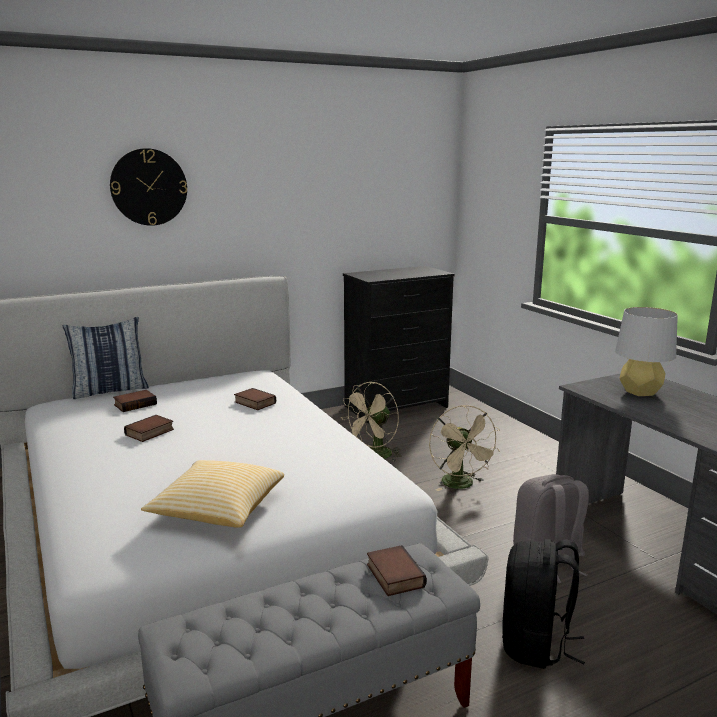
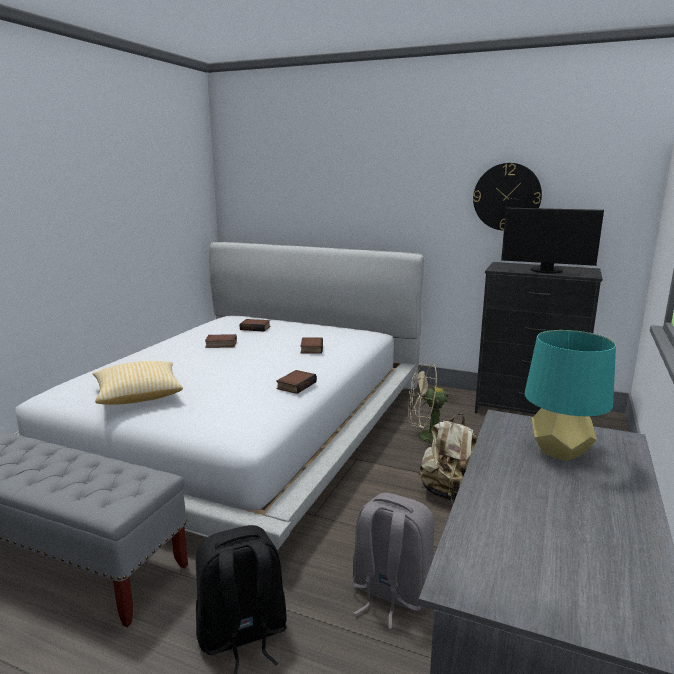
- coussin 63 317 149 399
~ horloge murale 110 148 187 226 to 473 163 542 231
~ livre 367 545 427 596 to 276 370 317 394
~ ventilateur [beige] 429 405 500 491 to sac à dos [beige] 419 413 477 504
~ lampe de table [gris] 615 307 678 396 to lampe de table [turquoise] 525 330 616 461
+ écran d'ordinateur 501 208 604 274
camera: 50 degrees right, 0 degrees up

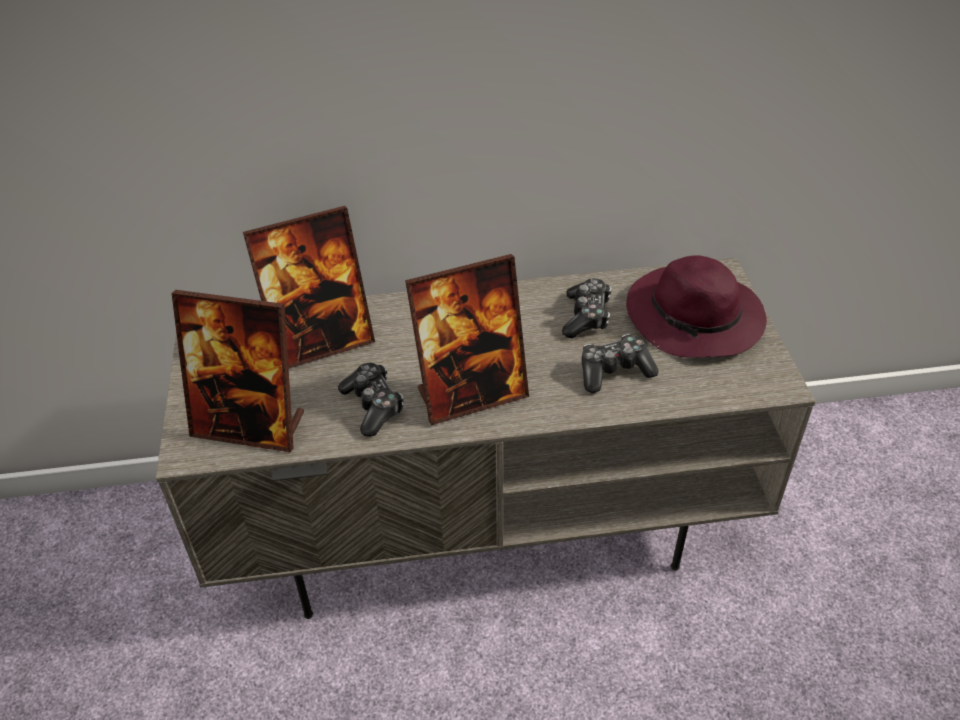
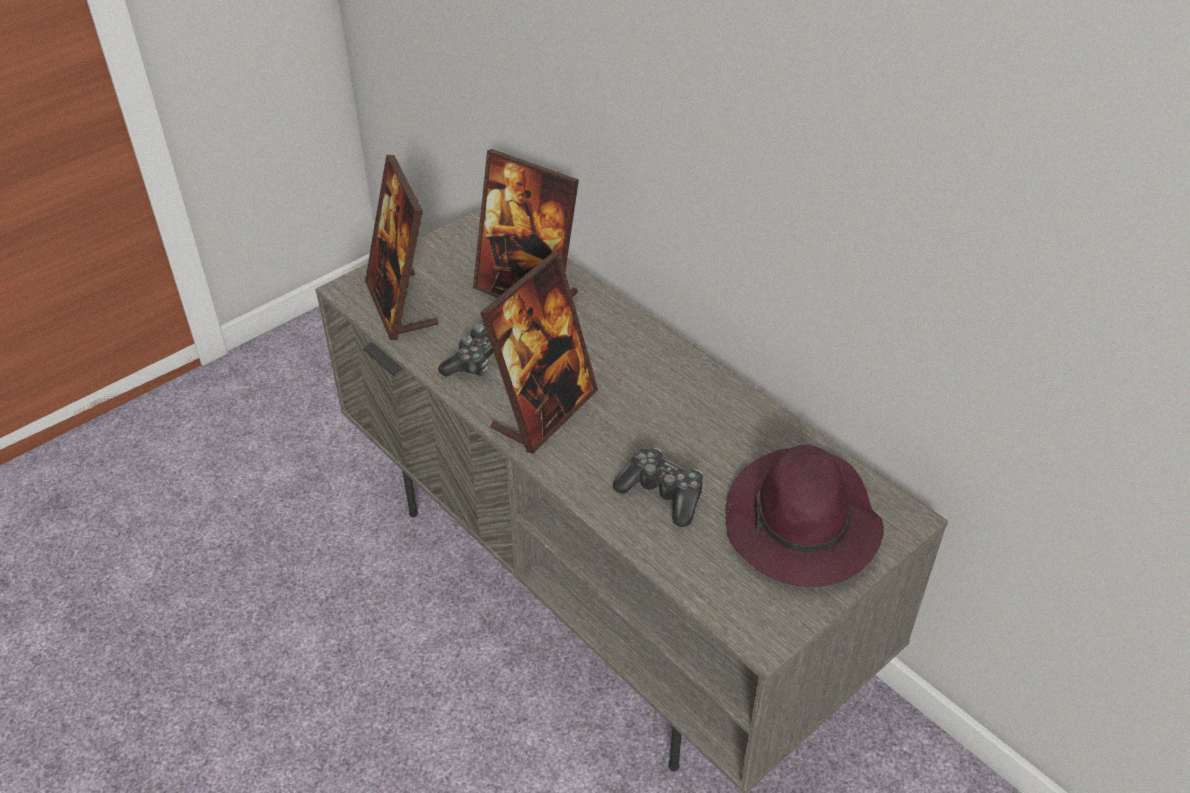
~ cadre photo 405 254 529 425 = 480 252 598 454 90 degrees counterclockwise
- manette 562 278 612 338
camera: 55 degrees right, 0 degrees up

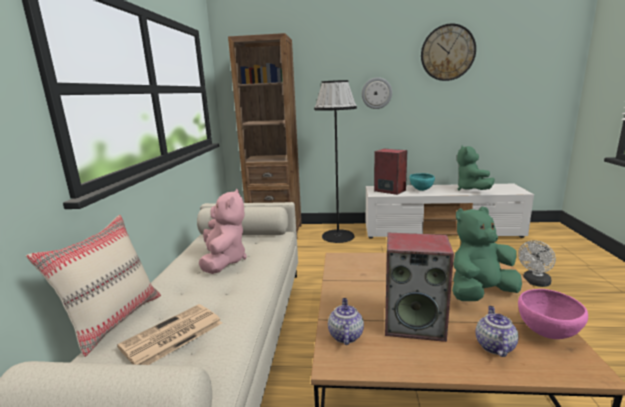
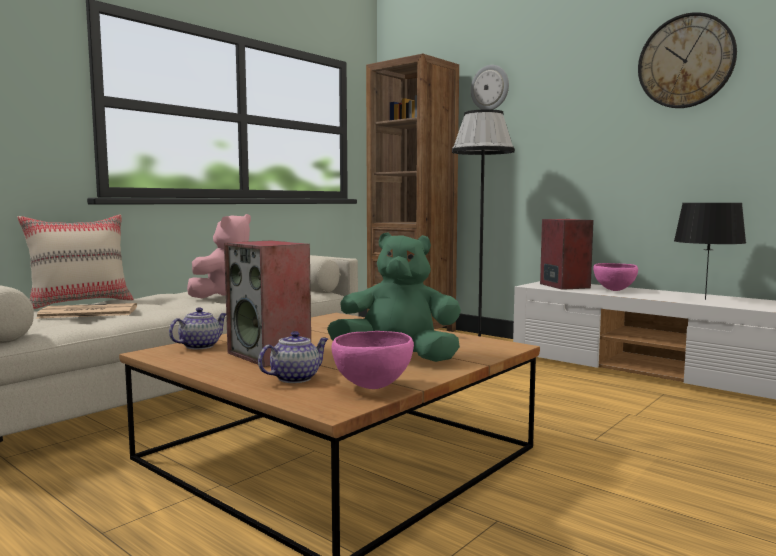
~ horloge murale 362 77 392 109 to 471 65 509 110
~ bol [turquoise] 409 173 435 191 to bol [rose] 593 263 638 291
~ peluche [vert] 457 146 495 191 to lampe de table [noir] 674 203 746 300
- ventilateur [blanc] 518 240 556 287
camera: 35 degrees right, 10 degrees down

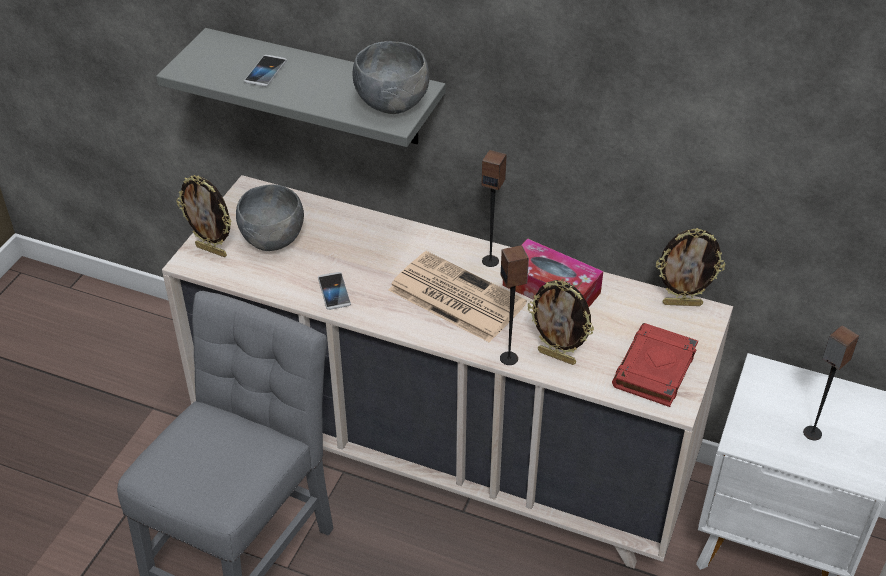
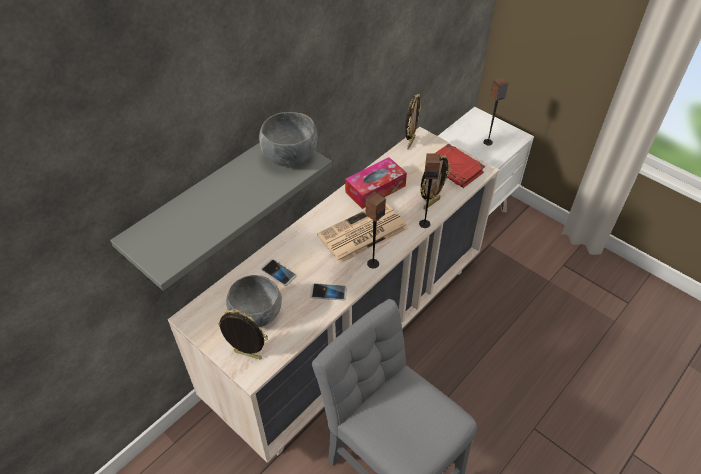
~ cadre photo 176 175 231 257 = 218 309 268 359 120 degrees counterclockwise
~ téléphone 244 55 287 87 to 261 259 297 286
~ enceinte 482 150 507 267 to 365 192 386 268
camera: 70 degrees left, 5 degrees up

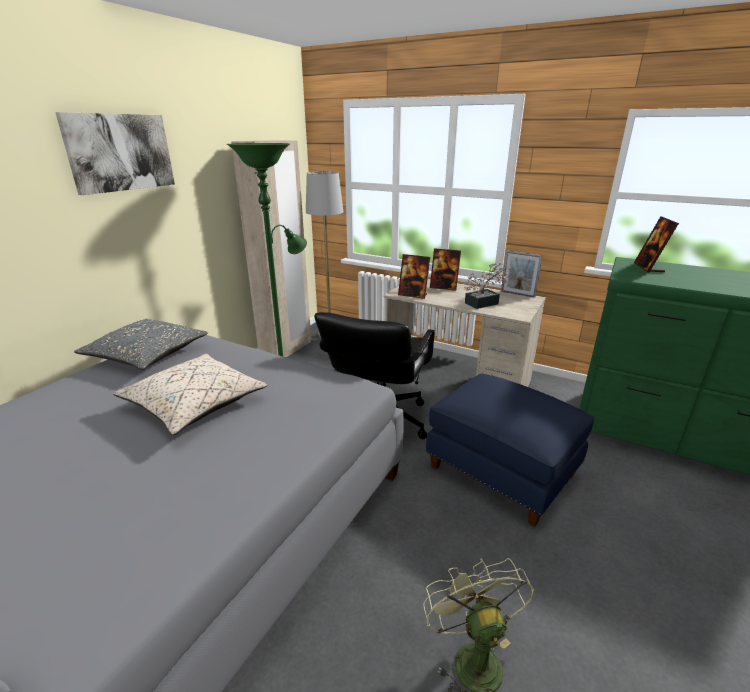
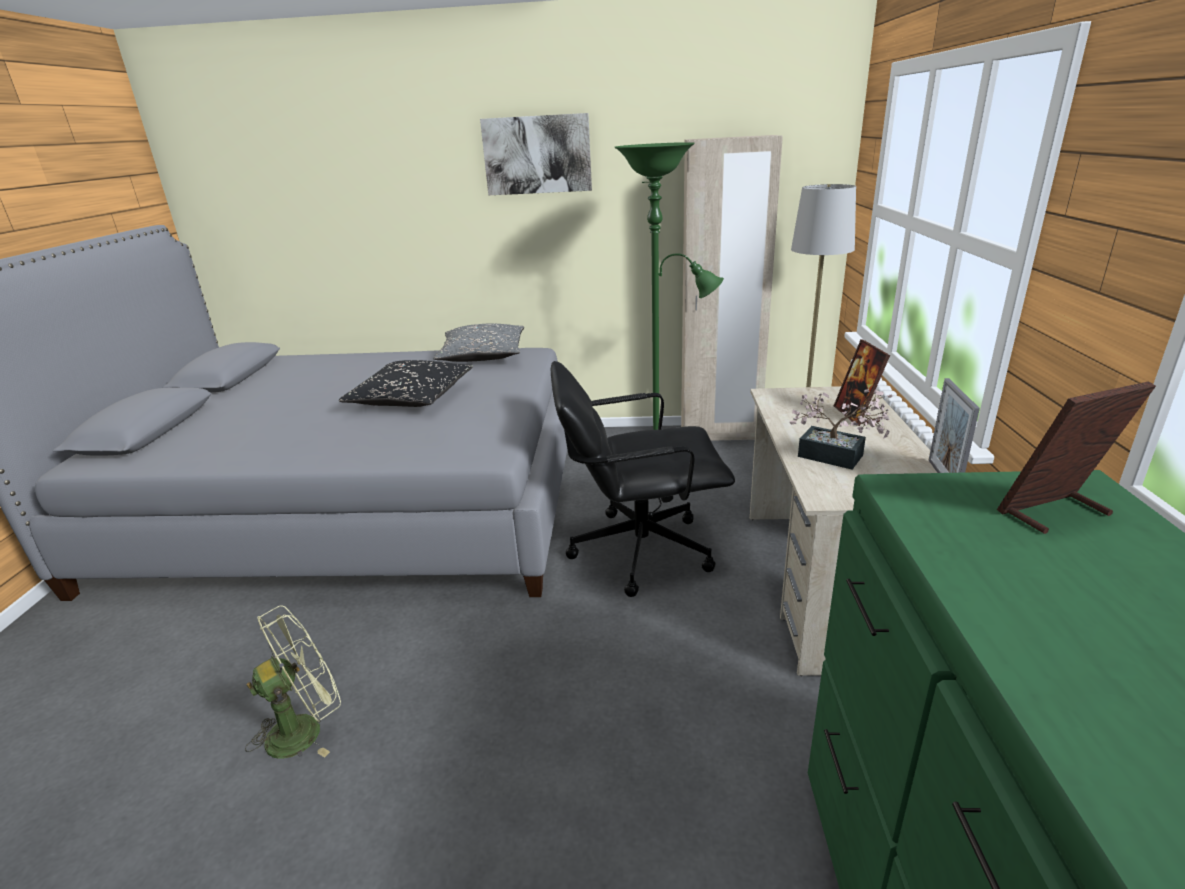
~ coussin [beige] 113 354 267 435 to coussin [noir] 339 360 473 407
- cadre photo 398 254 430 299
- pouf [bleu] 426 374 594 526
camera: 65 degrees right, 0 degrees up

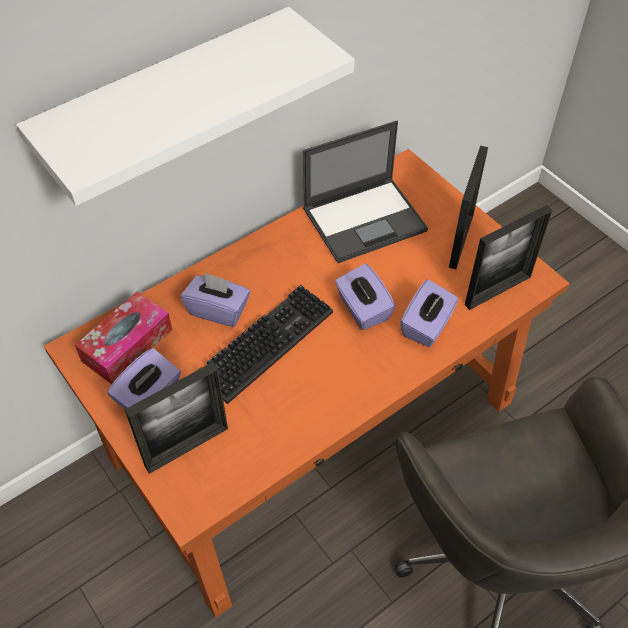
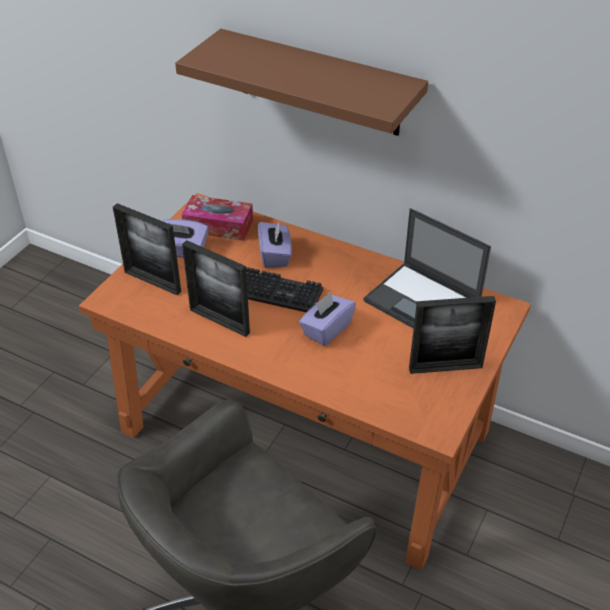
~ étagère [blanc] 16 7 355 206 to étagère [marron] 175 29 428 136
- boîte à mouchoirs [violet] 400 279 458 347
~ cadre photo 465 205 553 310 to 182 240 250 337
camera: 65 degrees right, 10 degrees down

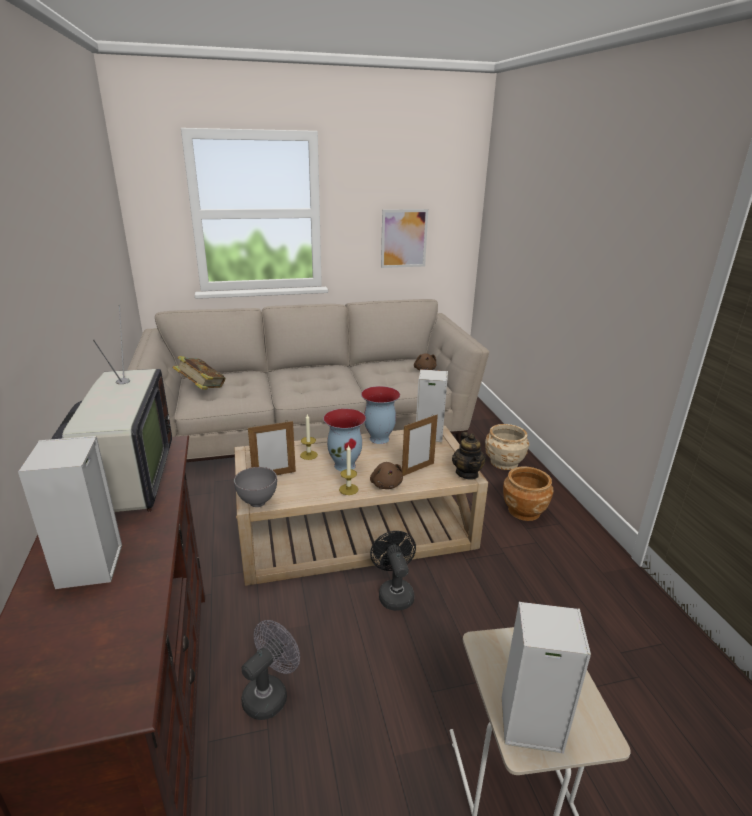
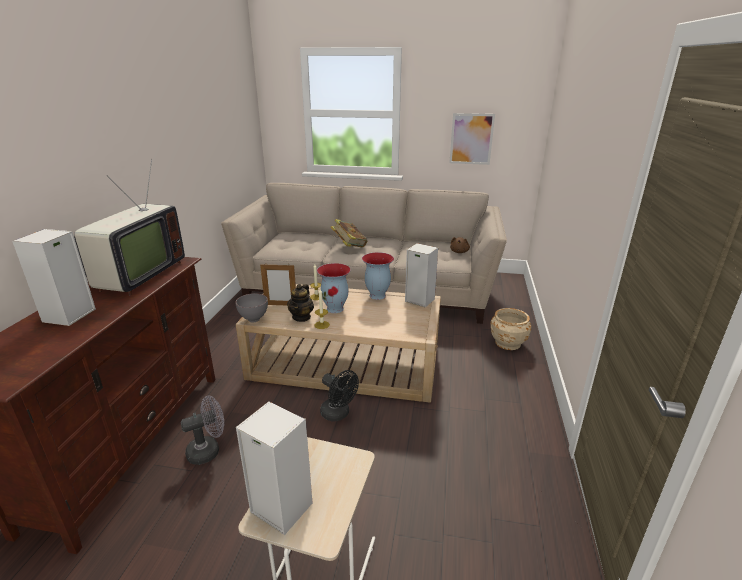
~ livre 172 356 226 390 to 331 219 368 247
- peluche [marron] 370 462 403 489
~ ventilateur [noir] 370 531 416 611 = 320 370 359 421 120 degrees clockwise
- cadre photo 402 415 438 476
~ théière 452 432 486 480 to 287 284 314 322
- cache-pot [marron] 503 467 554 521
camera: 25 degrees right, 0 degrees up

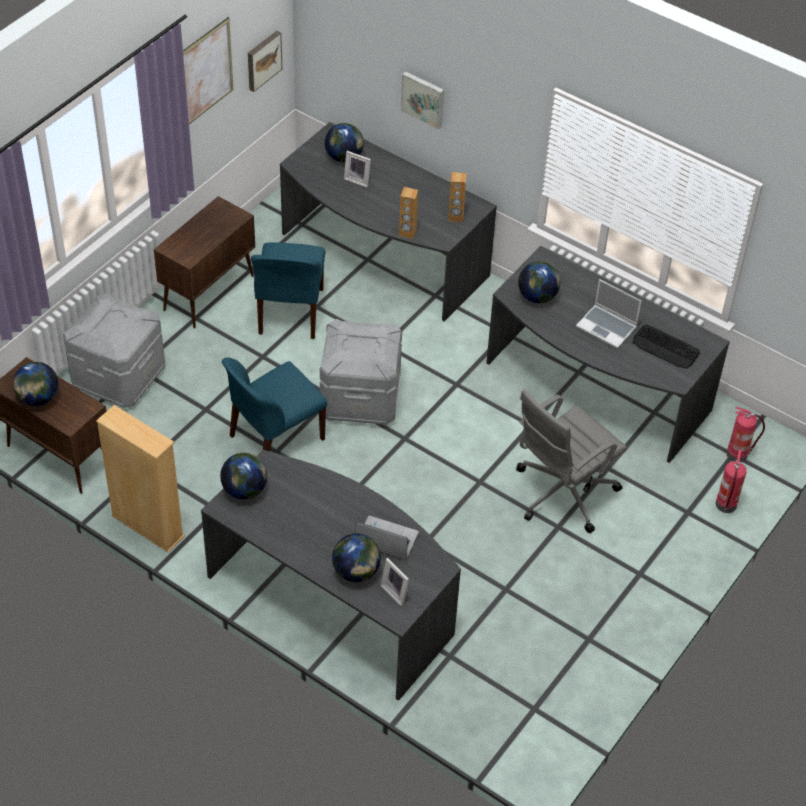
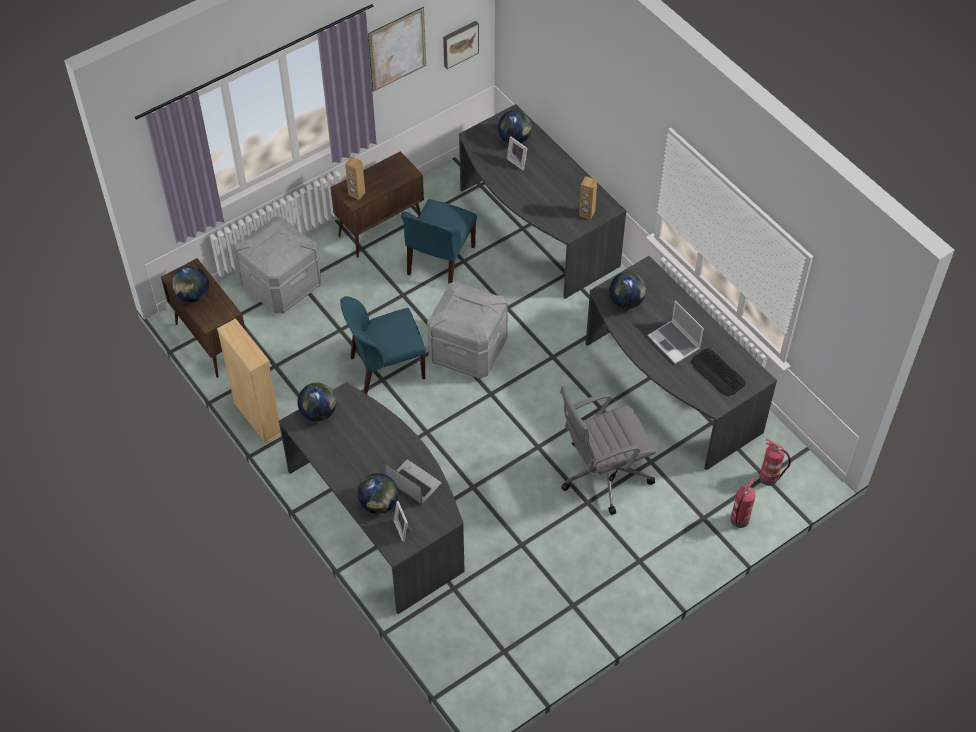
~ enceinte [marron] 399 187 418 239 to 345 156 366 200
- tableau 401 71 444 129
camera: 20 degrees right, 5 degrees up

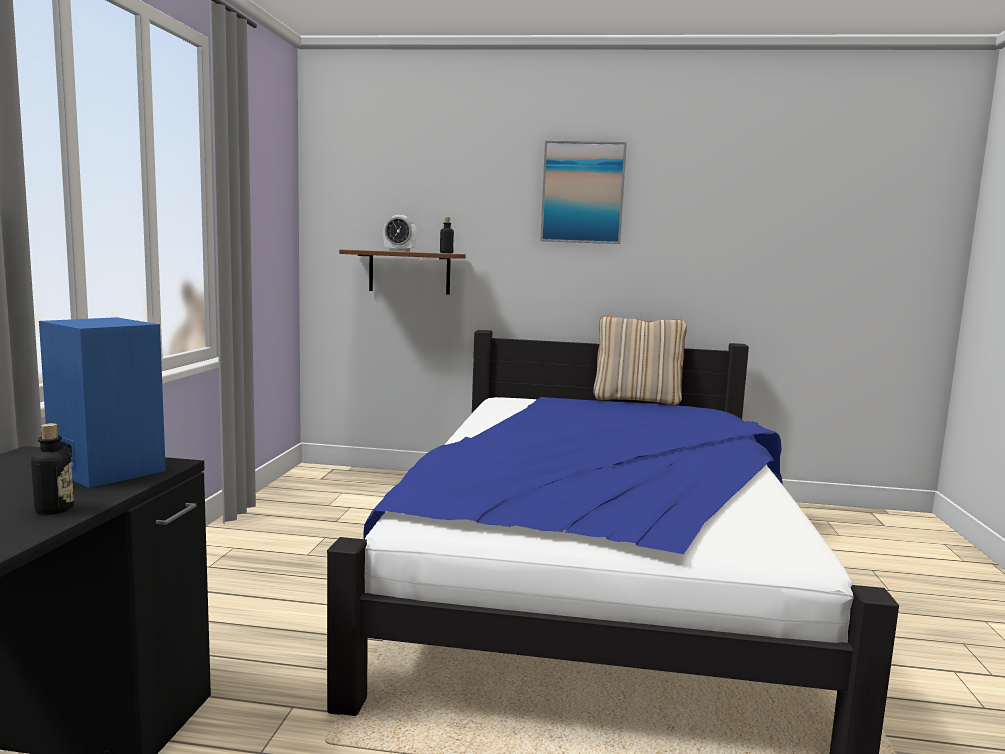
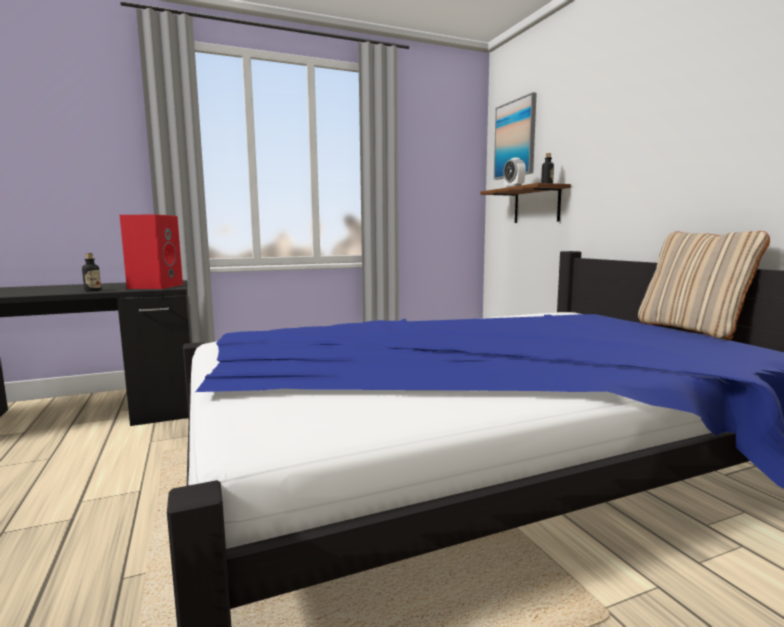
~ enceinte [bleu] 39 317 166 488 to enceinte [rouge] 120 214 183 289
~ tableau 540 141 627 244 to 494 92 537 180
camera: 60 degrees right, 0 degrees up

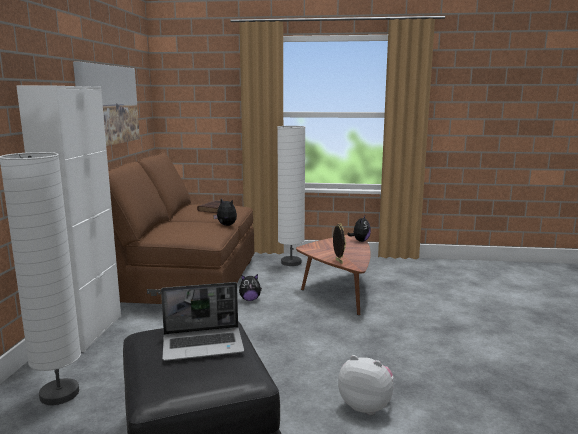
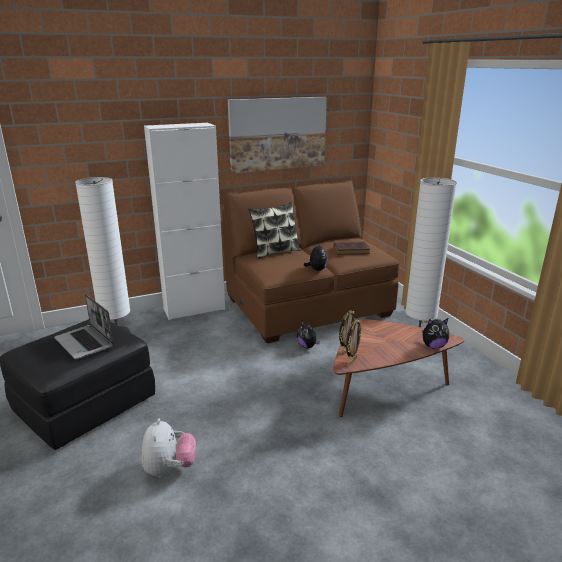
+ coussin 248 201 301 259
+ cadre photo 346 319 362 366
camera: 60 degrees right, 10 degrees up

